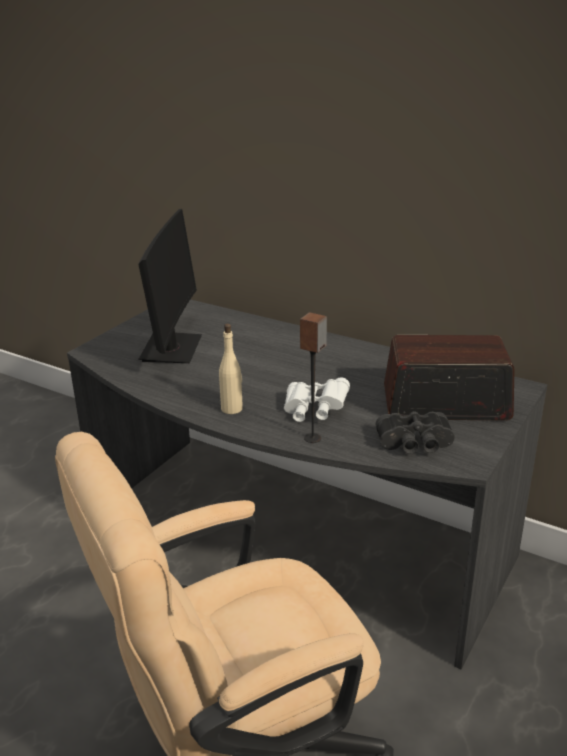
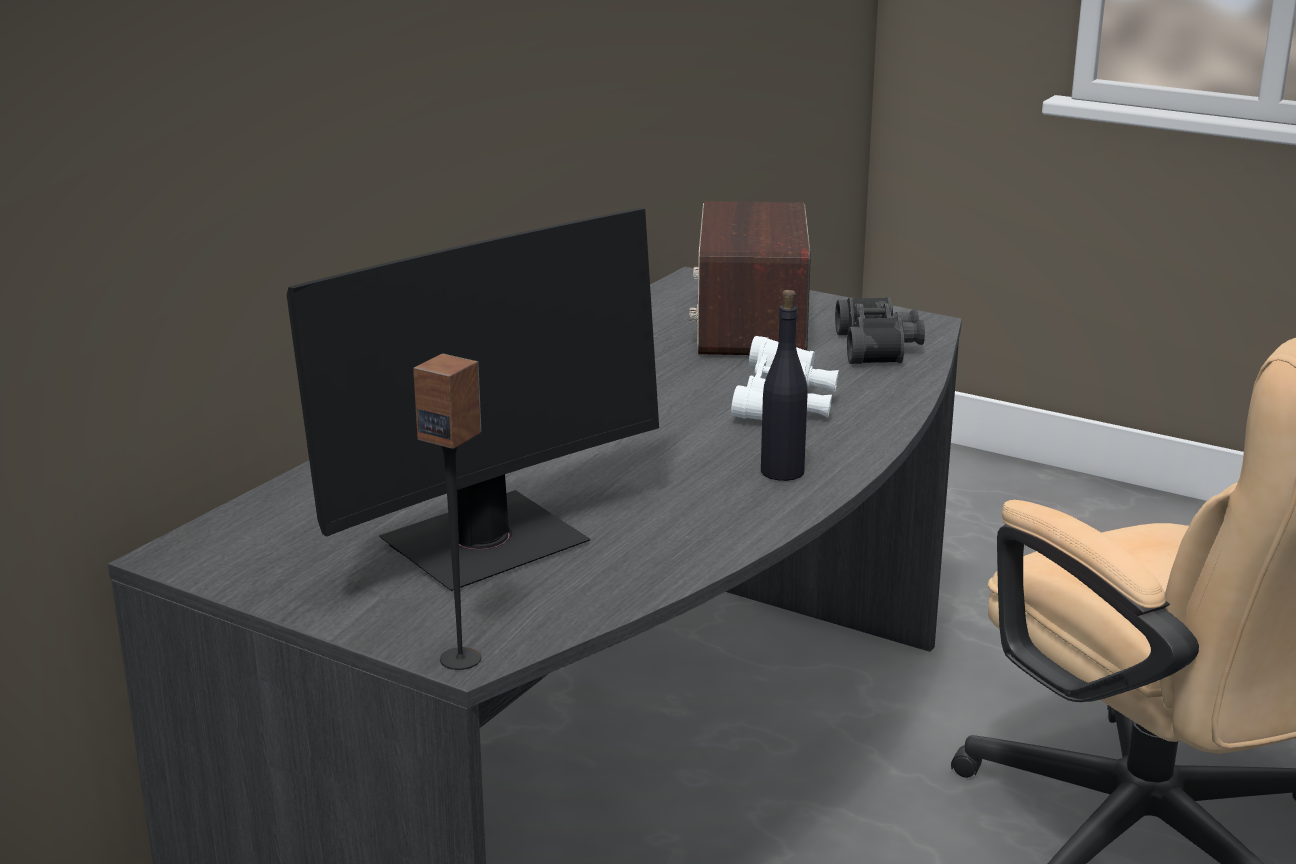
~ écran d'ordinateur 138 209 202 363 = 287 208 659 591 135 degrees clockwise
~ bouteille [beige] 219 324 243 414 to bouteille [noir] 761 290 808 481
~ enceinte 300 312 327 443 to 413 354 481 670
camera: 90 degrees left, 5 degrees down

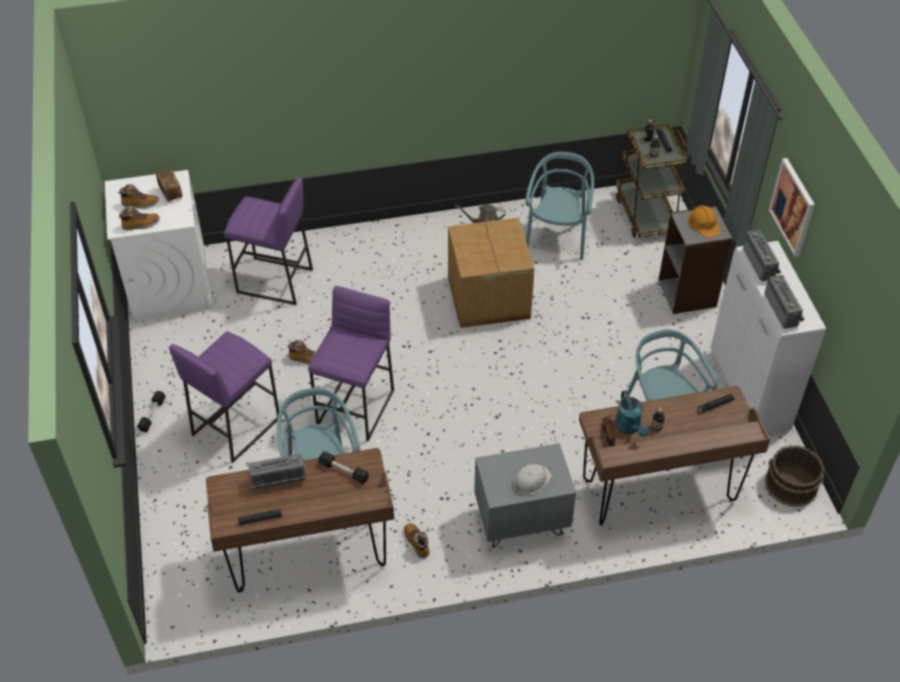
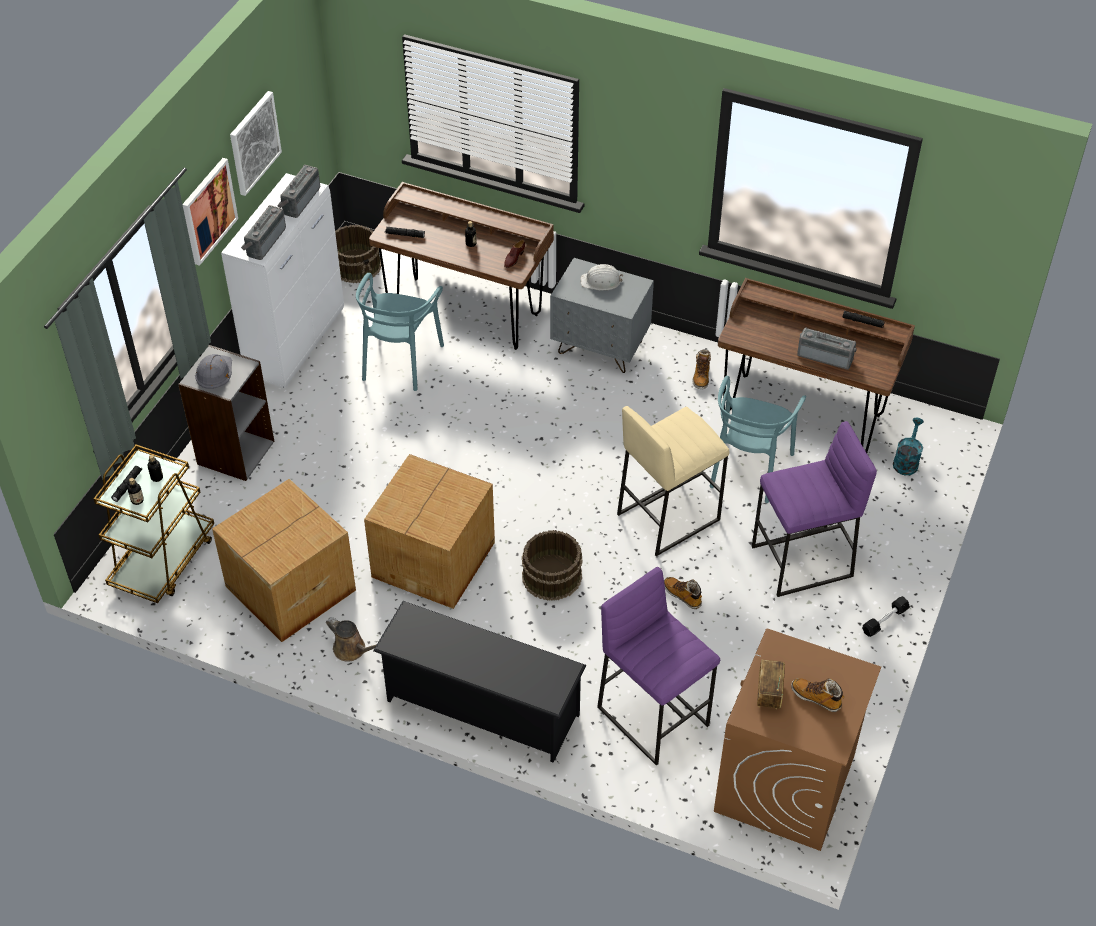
~ lave-linge [blanc] 105 170 212 321 to lave-linge [marron] 714 629 881 851
- botte 118 206 160 230
~ tabouret [violet] 308 286 394 441 to tabouret [beige] 617 406 730 556
- haltère [noir] 319 451 369 484
~ chaise [turquoise] 526 152 594 260 to carton 212 479 356 642
~ arrosoir [turquoise] 616 390 649 437 to 893 418 924 475
~ casque de chantier [orange] 688 205 721 238 to casque de chantier [gris] 195 354 232 389
+ tableau 230 91 282 196
+ étagère à chaussures [noir] 373 601 586 762
+ seau [marron] 522 530 583 601
camera: 145 degrees left, 0 degrees up

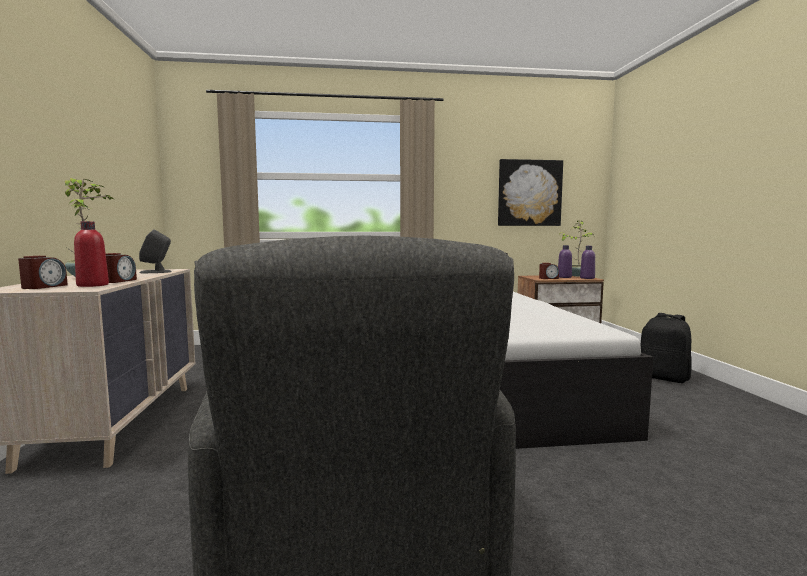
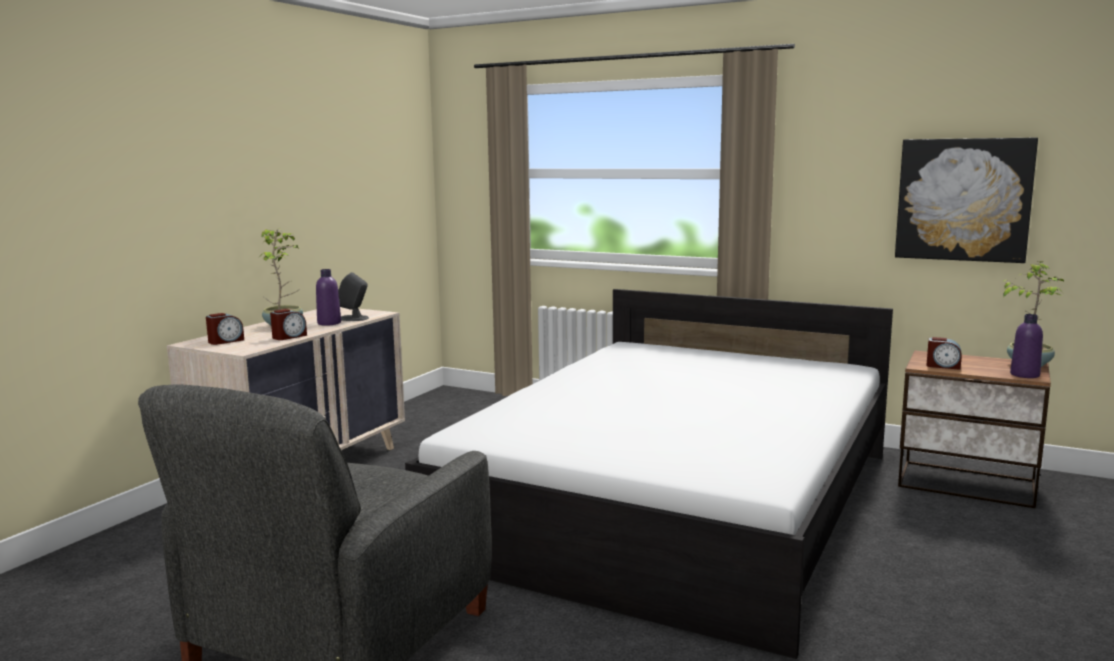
- bouteille [rouge] 74 221 109 287
~ bouteille [violet] 558 245 572 278 to 316 269 341 326
- sac à dos [noir] 640 313 692 383
camera: 35 degrees right, 5 degrees up

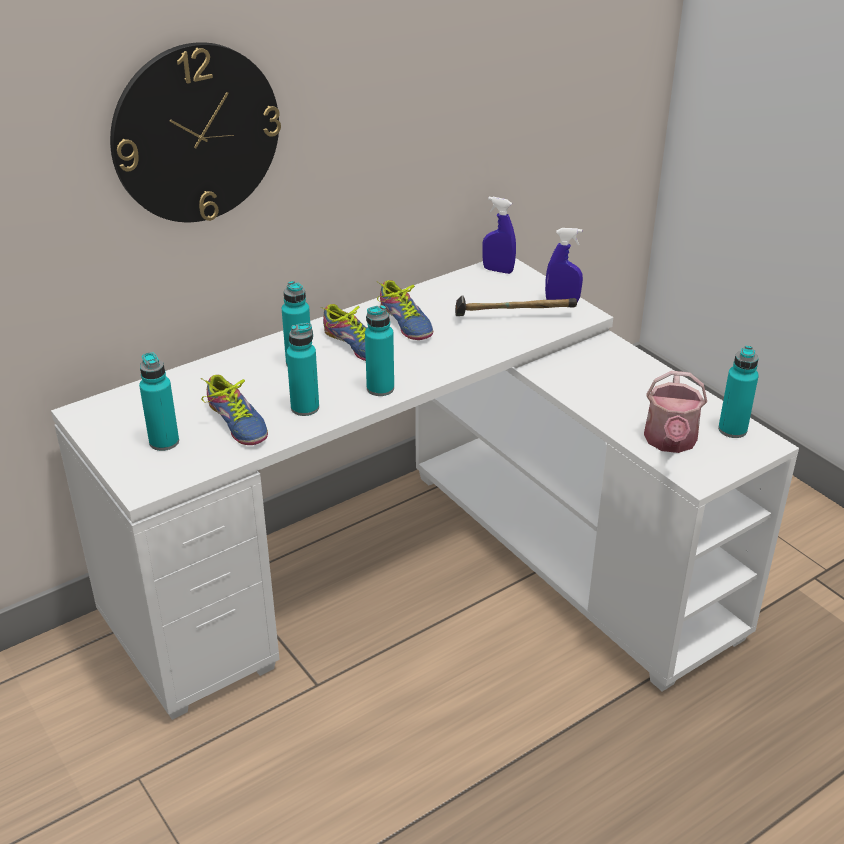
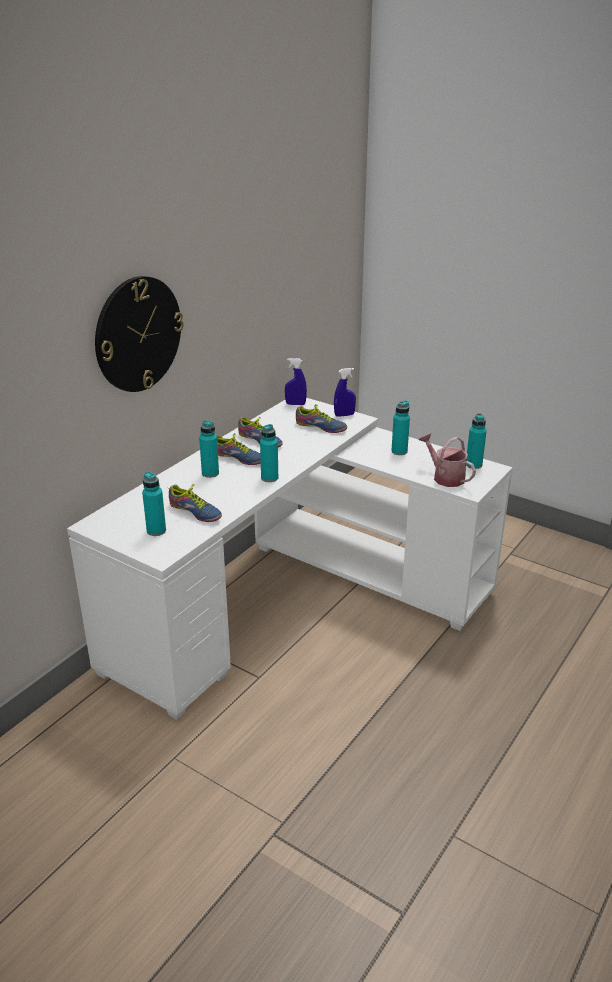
~ bouteille [turquoise] 286 323 319 416 to 392 401 410 455
~ marteau 455 295 577 316 to chaussure 296 404 347 433
~ arrosoir 644 371 707 453 = 419 433 476 487 150 degrees clockwise
camera: 20 degrees left, 5 degrees down

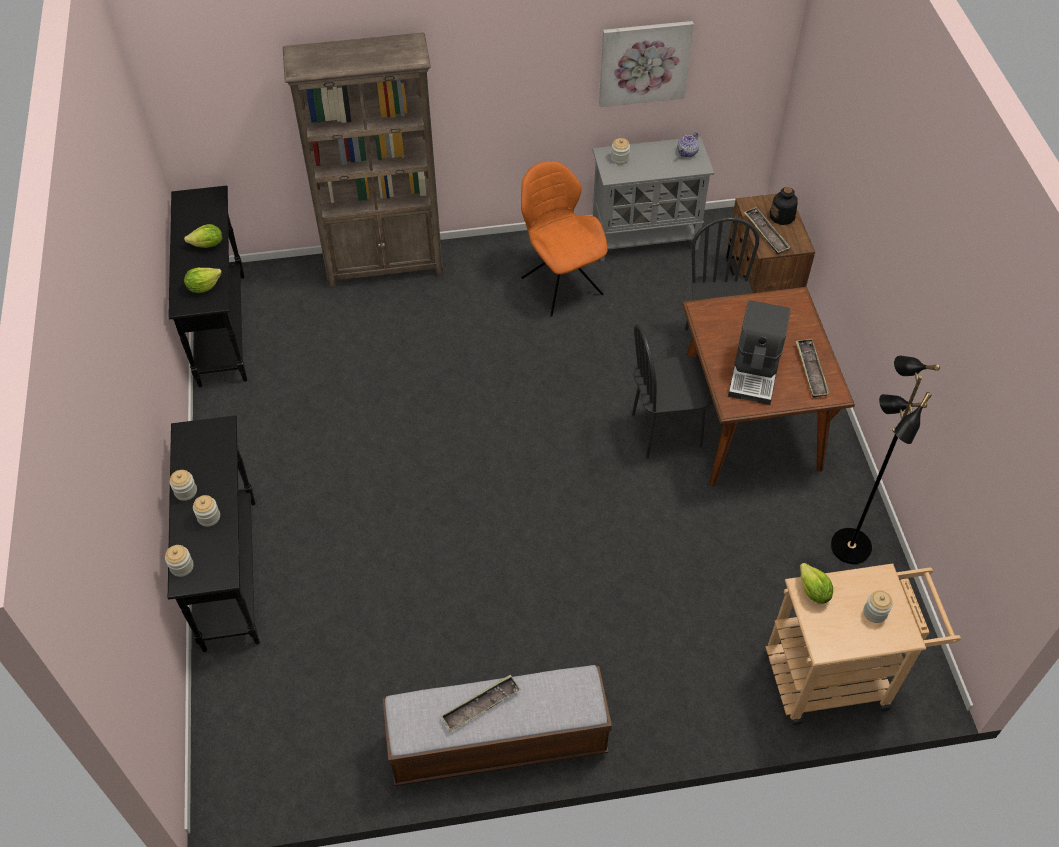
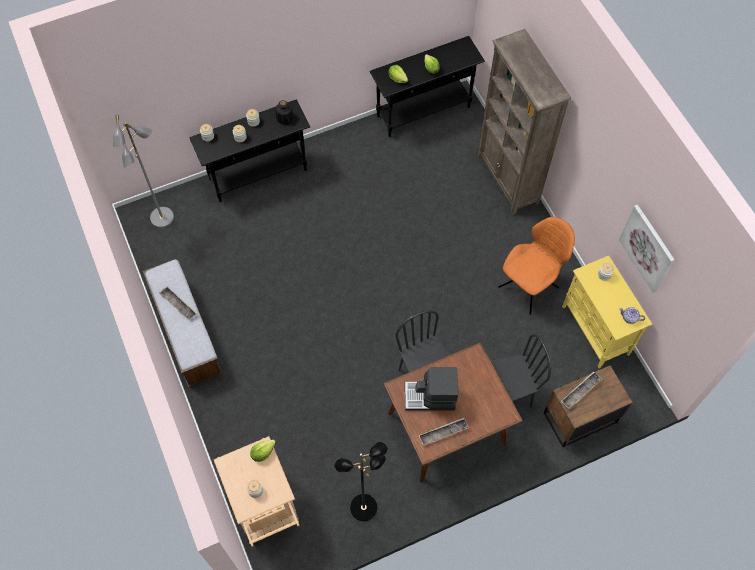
~ meuble de rangement [gris] 592 137 714 261 to meuble de rangement [jaune] 562 256 652 368
~ bouteille 770 187 798 225 to 276 100 294 125
+ lampadaire [gris] 113 115 174 228
camera: 75 degrees right, 10 degrees up

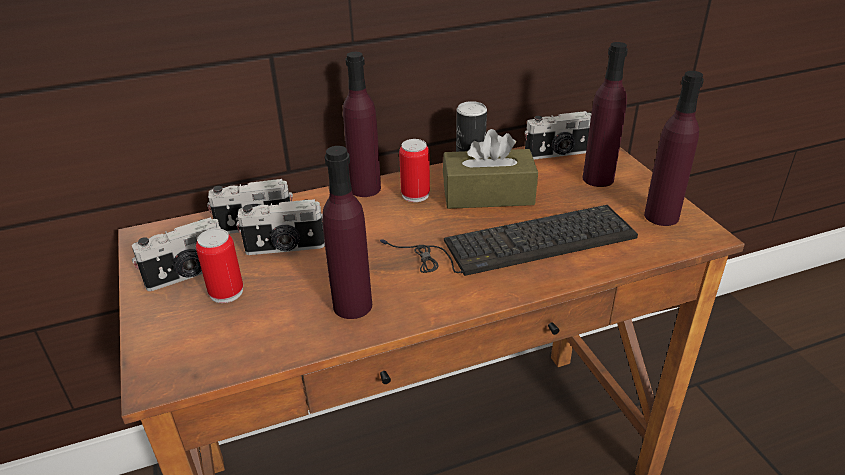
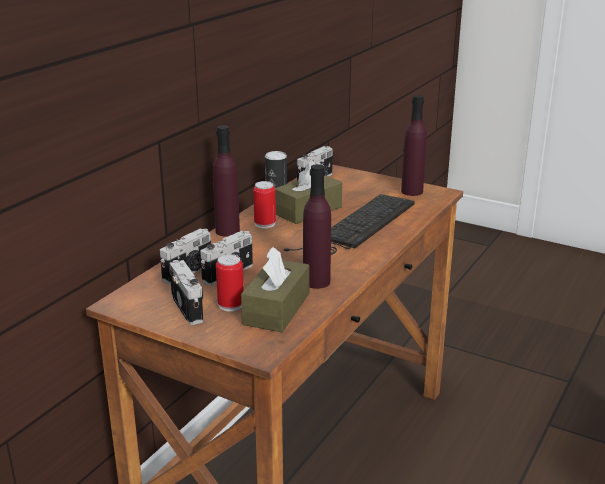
~ appareil photo 132 217 221 291 = 169 260 203 325 45 degrees counterclockwise
- bouteille [violet] 583 42 628 187
+ boîte à mouchoirs [marron] 241 247 309 332
camera: 40 degrees left, 10 degrees down

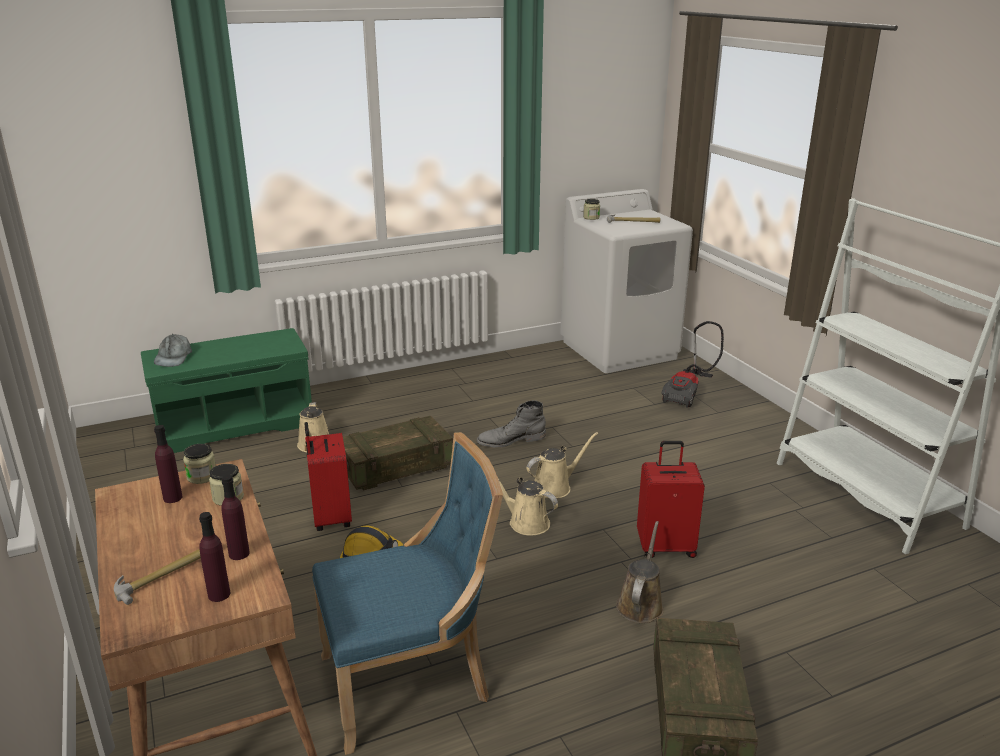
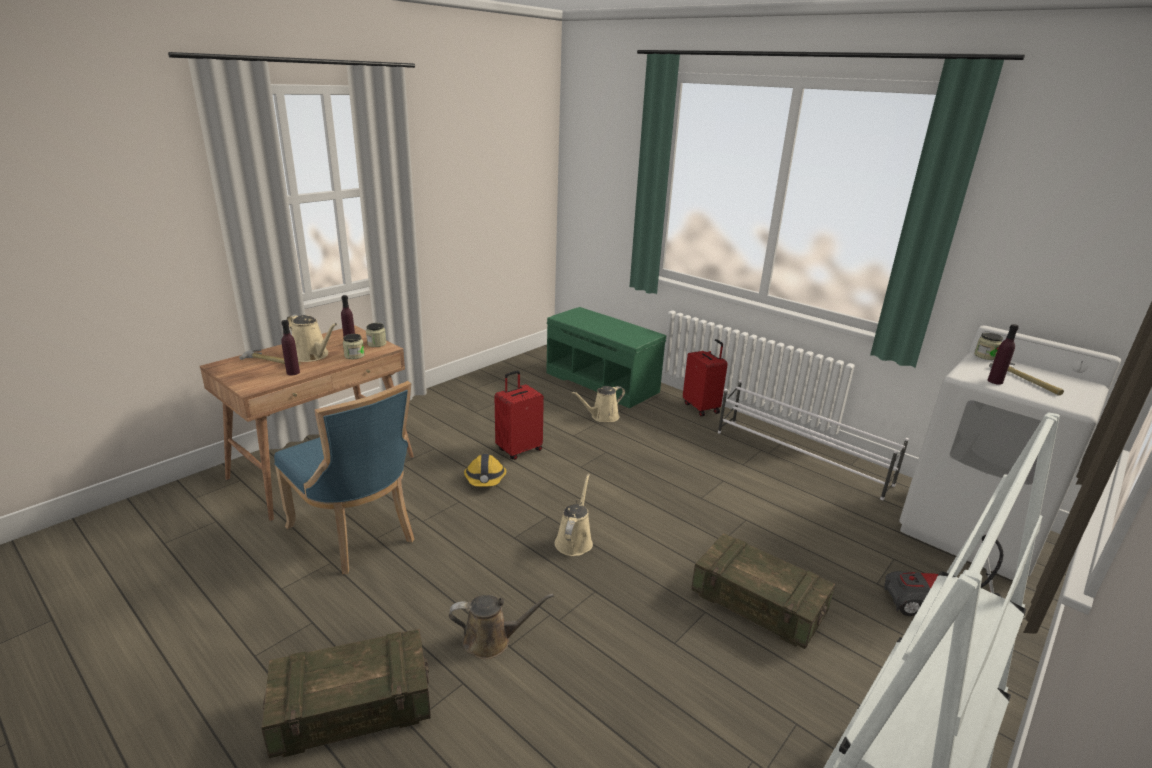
- casquette [gris] 154 334 192 367
~ bouteille [violet] 199 512 230 602 to 988 324 1019 385
~ caisse 343 416 453 491 to 691 533 835 649
- botte [gris] 477 400 546 447
~ arrosoir [beige] 526 432 598 498 to 287 314 337 362
~ valise [rouge] 637 441 705 558 to 683 339 728 416
+ étagère à chaussures [blanc] 718 380 909 500
camera: 65 degrees right, 0 degrees up

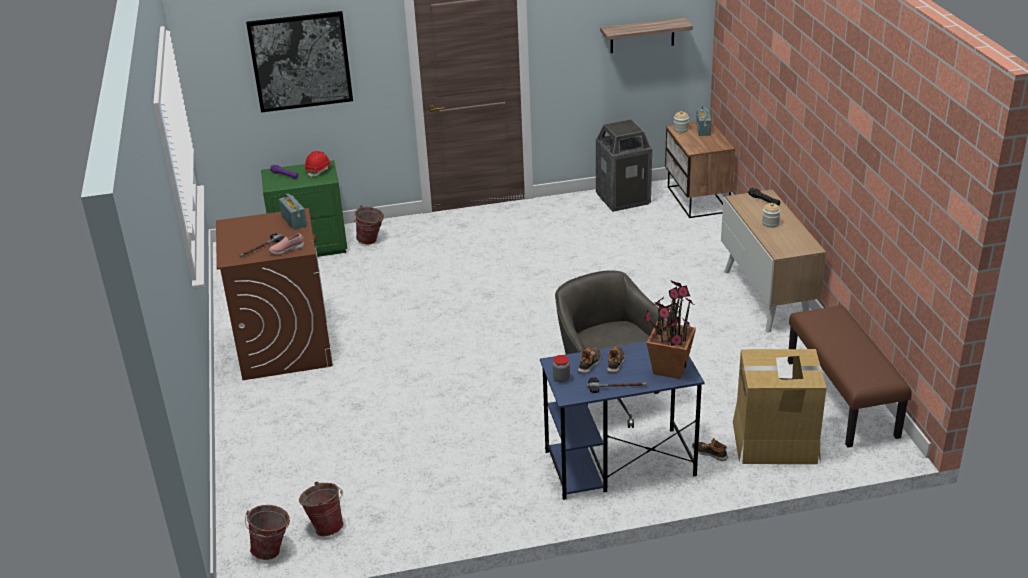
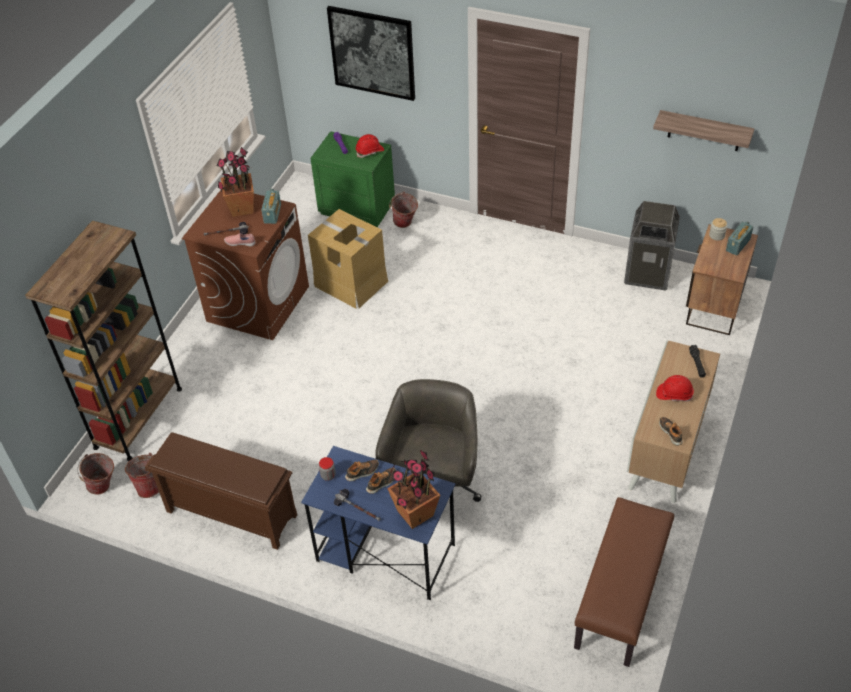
~ chaussure 692 438 728 461 to 659 417 683 446
~ carton 733 349 826 464 to 308 209 388 308
~ bocal 762 203 781 228 to casque de chantier [rouge] 656 375 694 401
+ bibliothèque [marron] 25 221 182 461
+ étagère à chaussures [marron] 145 432 297 550
+ plante en pot 217 147 254 217
camera: 35 degrees right, 15 degrees up

